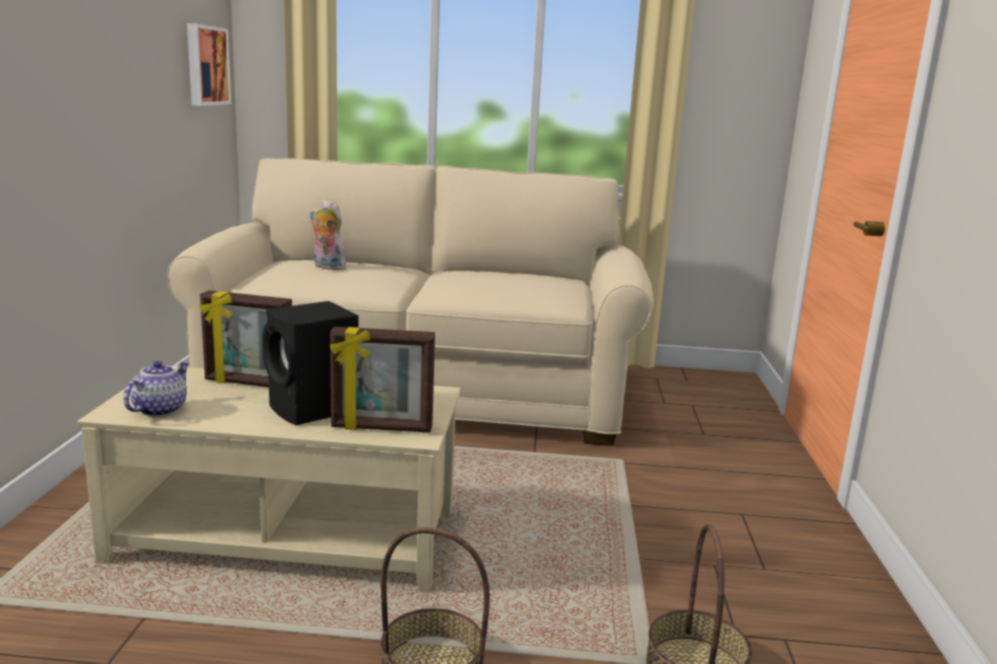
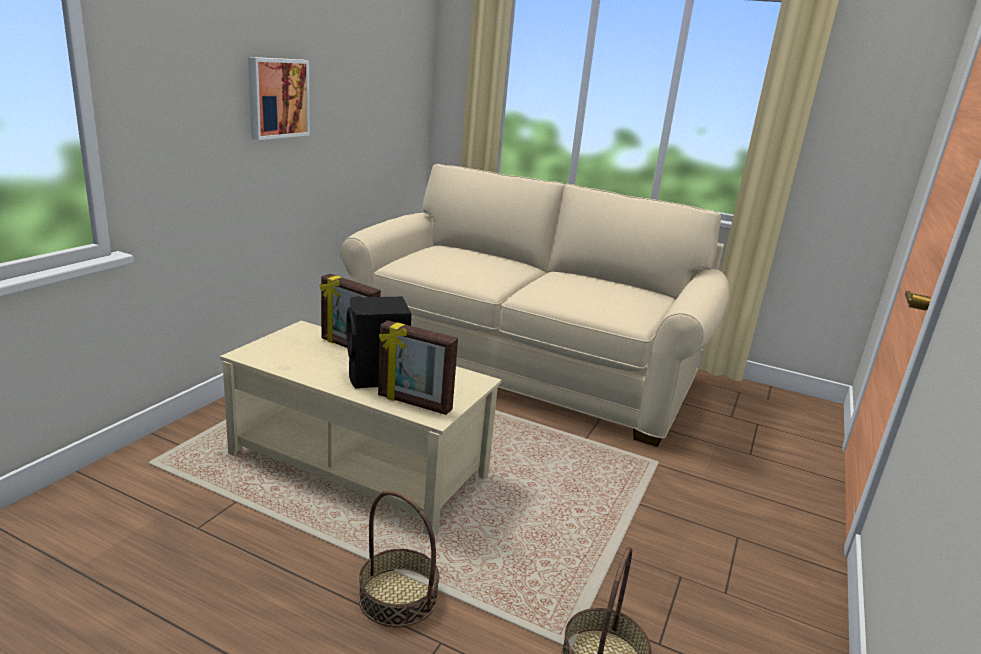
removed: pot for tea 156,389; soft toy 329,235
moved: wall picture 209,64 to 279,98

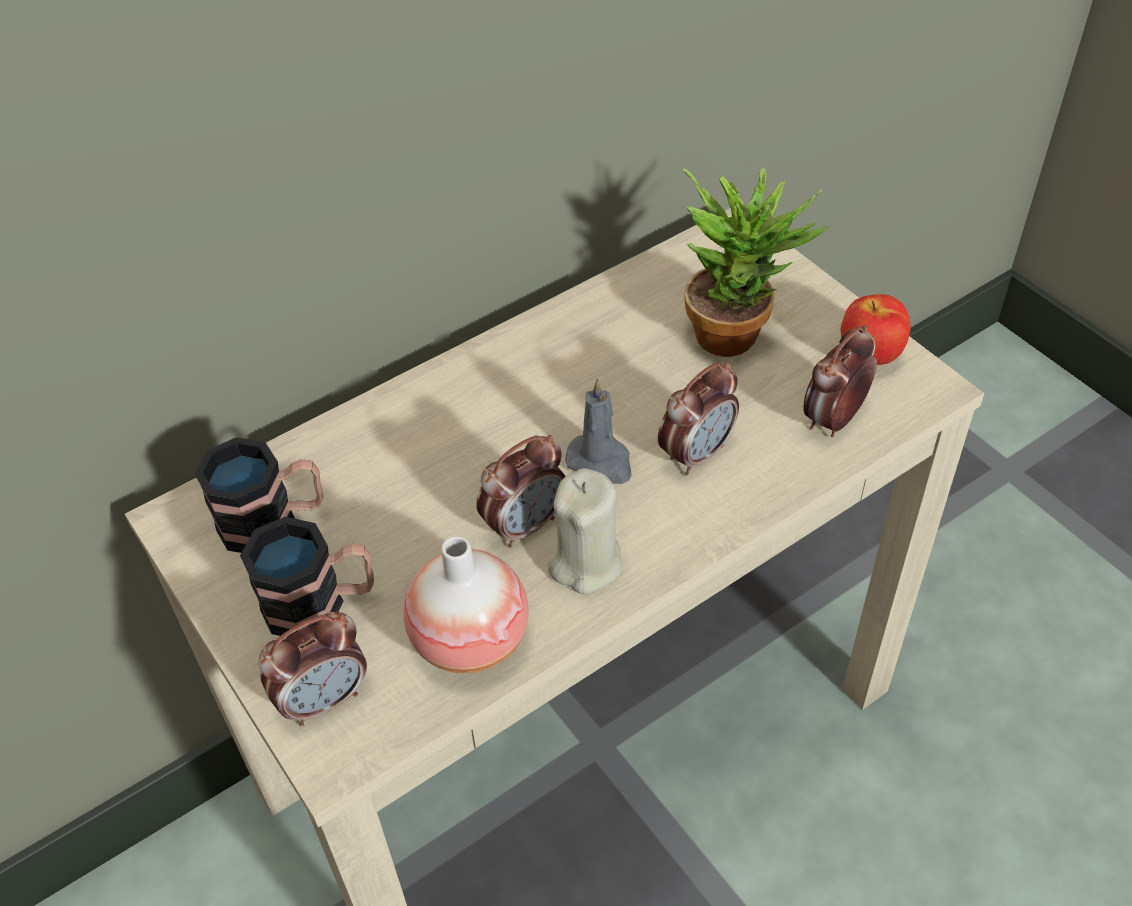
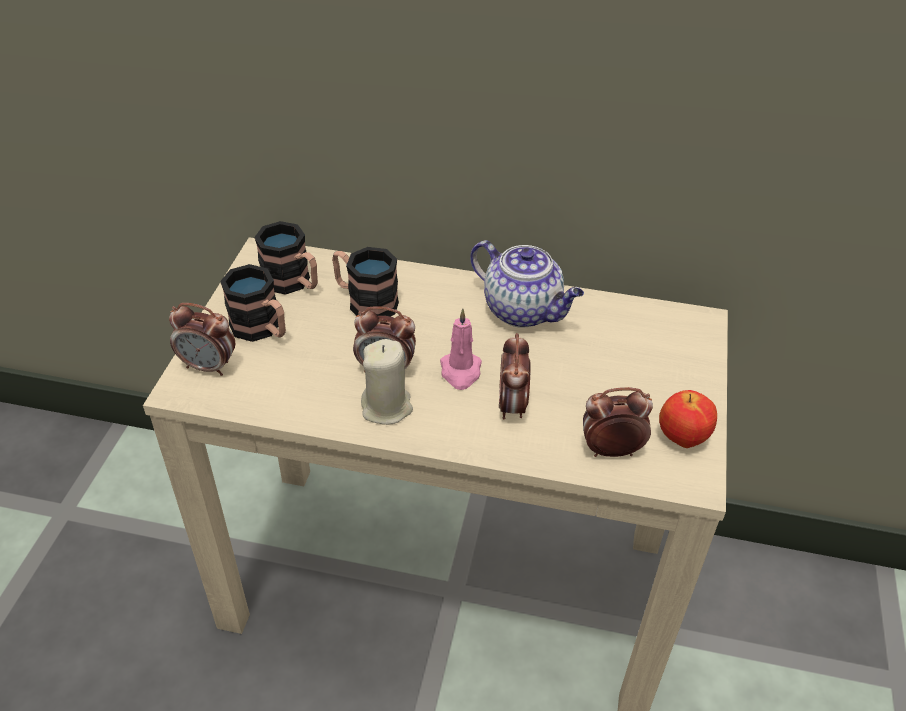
removed: decorative vase 466,604; houseplant 755,262
added: tea mug 365,282; pot for tea 527,284
recoloured: wax light/gray 598,431 to wax light/pink-coloured 461,349
turned: table clock 698,418 = 515,376 90 degrees clockwise

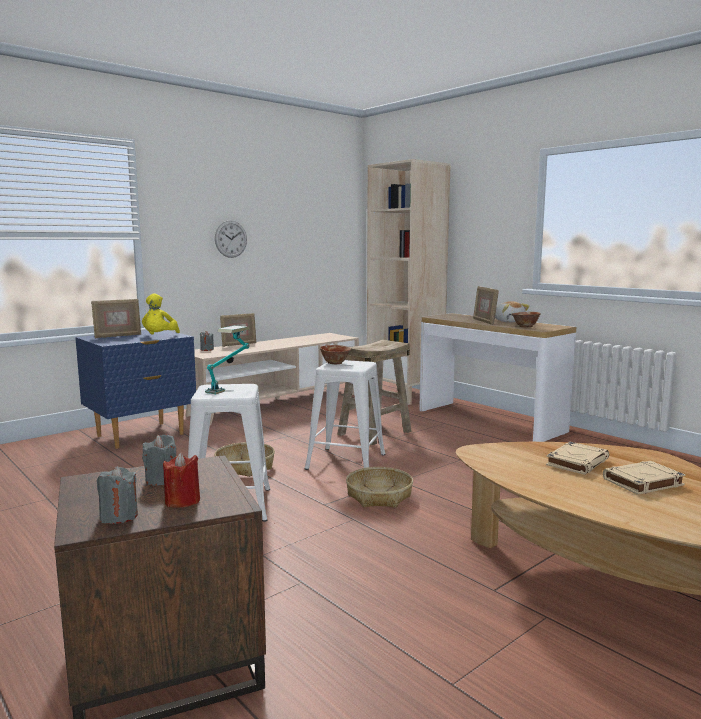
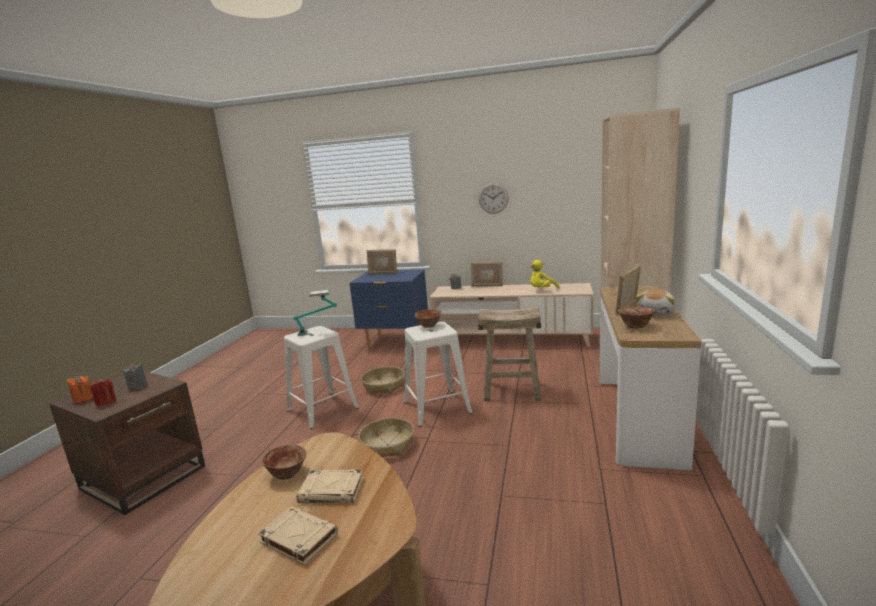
added: deep dish 284,462
moved: soft toy/yellow 161,314 to 544,274
recoloured: wax light/gray 117,495 to wax light/orange-coloured 80,389

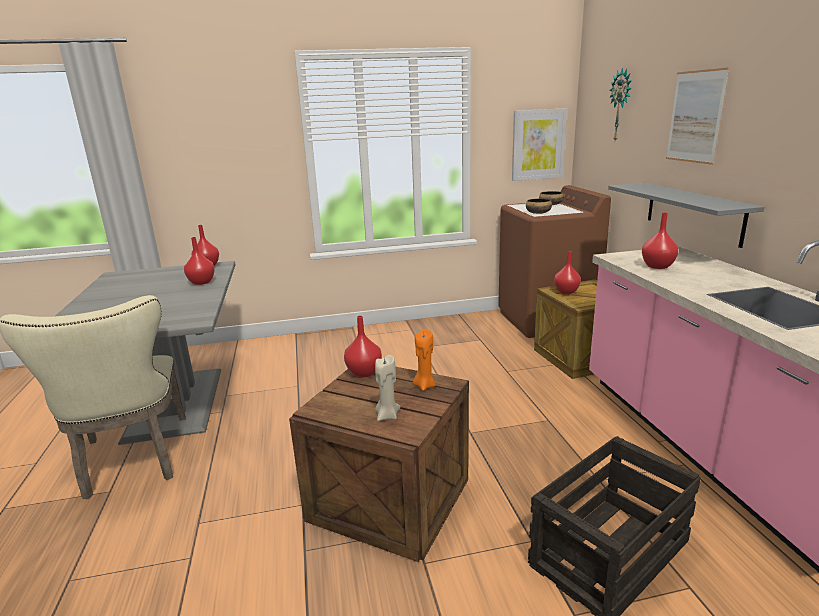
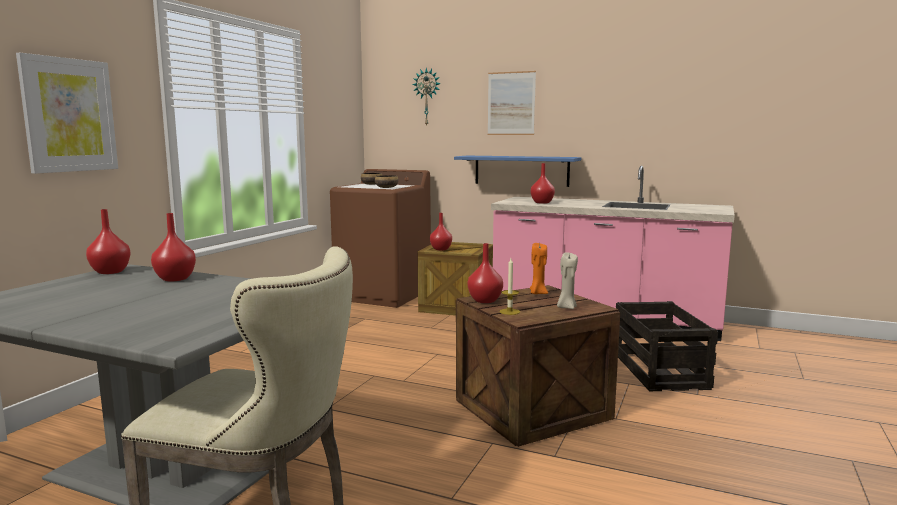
added: wax light 509,286
moved: wall picture 539,144 to 67,113
recoloured: shelf/gray 686,215 to shelf/bluish 517,171

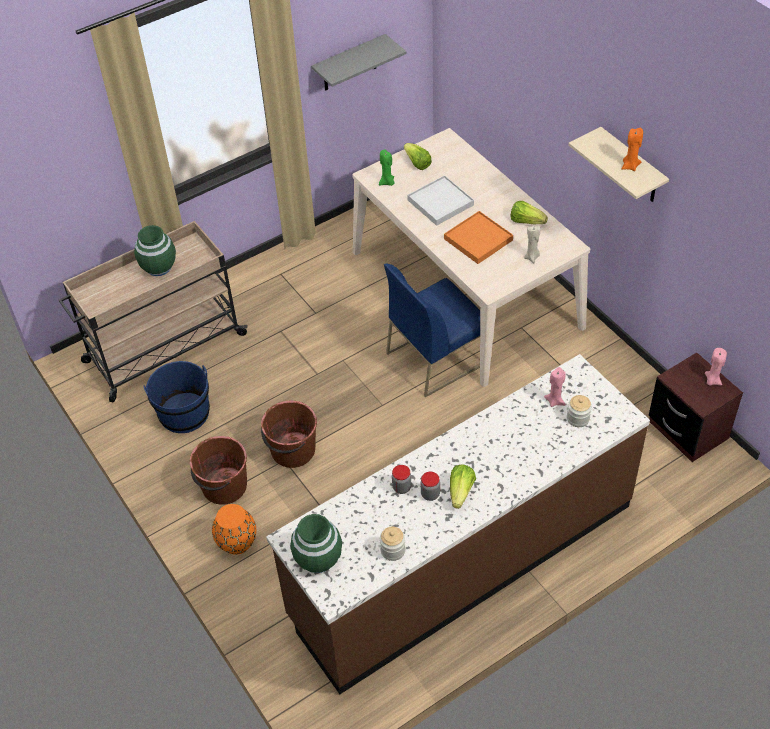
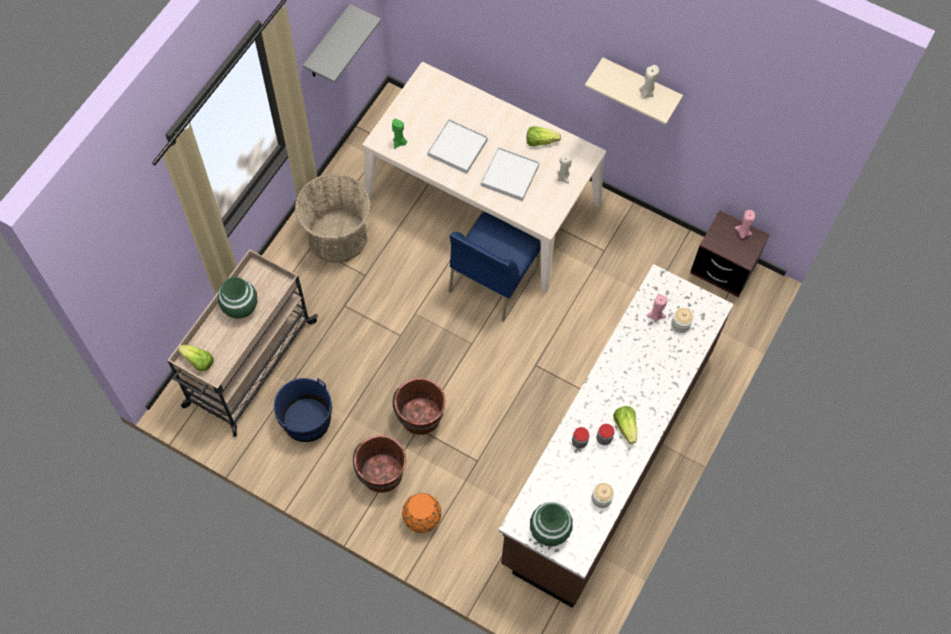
added: storage basket 333,218
moved: head of lettuce 418,156 to 196,358
recoloured: serving tray/orange-coloured 478,237 to serving tray/white 510,174; wax light/orange-coloured 632,149 to wax light/beige-coloured 649,82

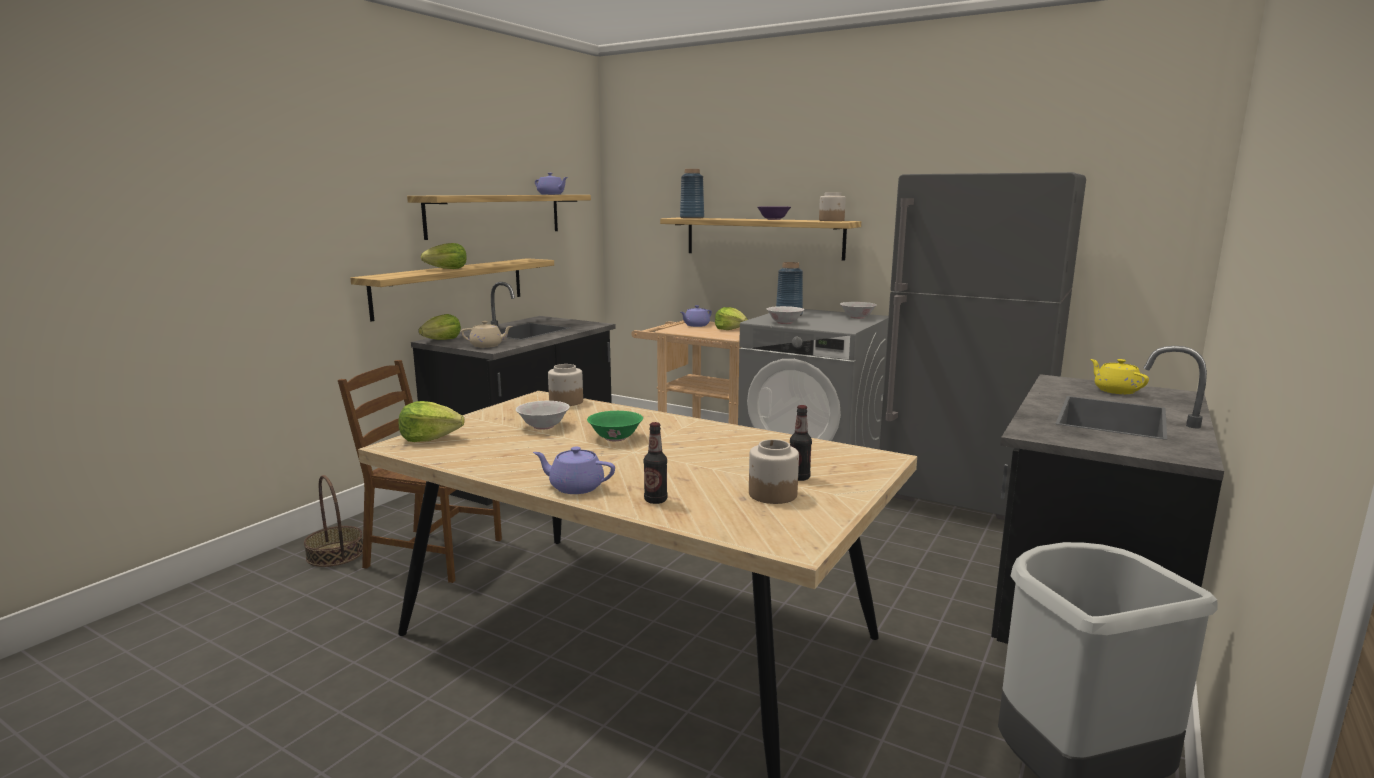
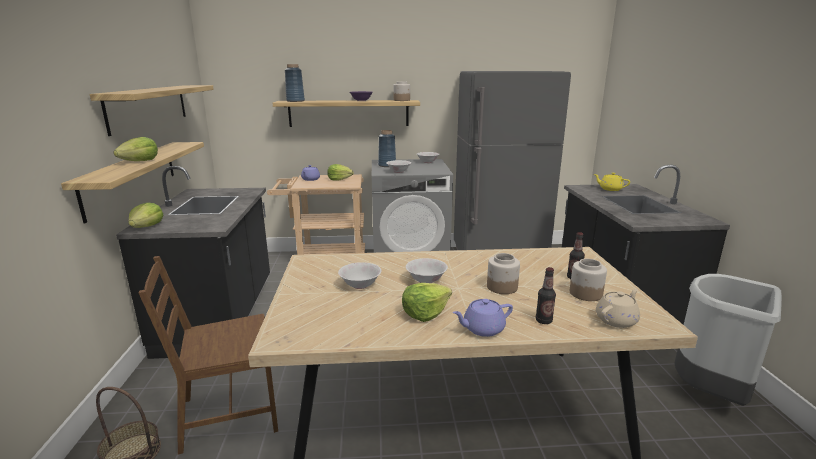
removed: pot for tea/purple 551,184
moved: head of lettuce 432,421 to 427,302; pot for tea/beige-coloured 487,334 to 618,308; jar 565,385 to 503,273
recoloured: deep dish/greenish 615,426 to deep dish/white 427,270

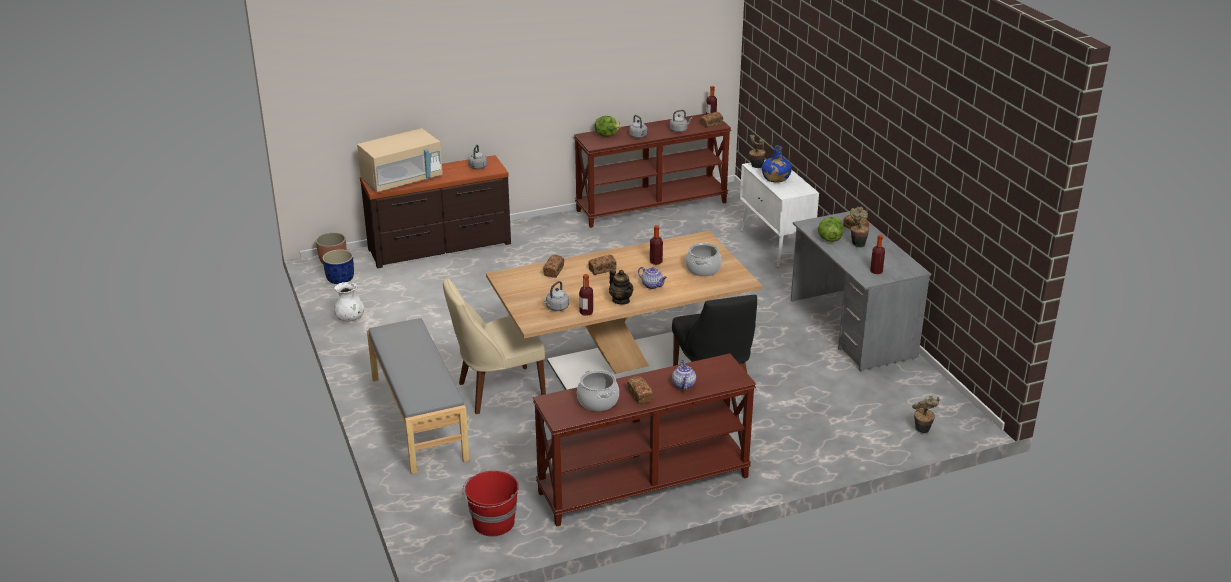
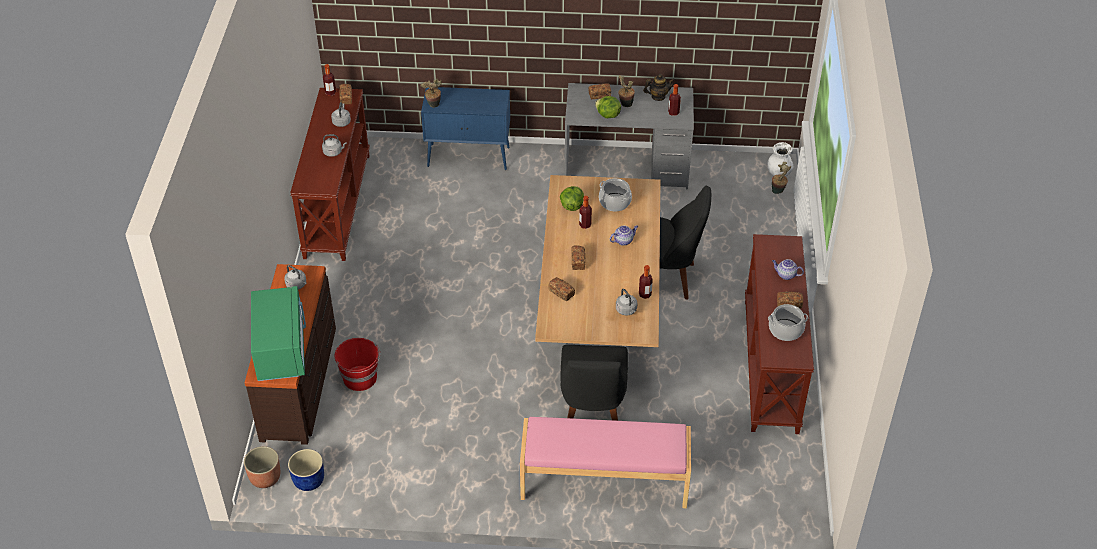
removed: beverage bottle/bluish 777,164
moved: decorative vase/white 349,302 to 780,159; bucket/reddish 490,503 to 357,364; head of lettuce 608,126 to 572,198; pot for tea 621,287 to 659,87
recoloured: microwave/beige-coloured 400,160 to microwave/greenish 278,333; bench/gray 418,396 to bench/pink-coloured 605,462; upright chair/beige-coloured 494,346 to upright chair/black-coloured 594,383; cabinet/white 779,213 to cabinet/bluish 465,128

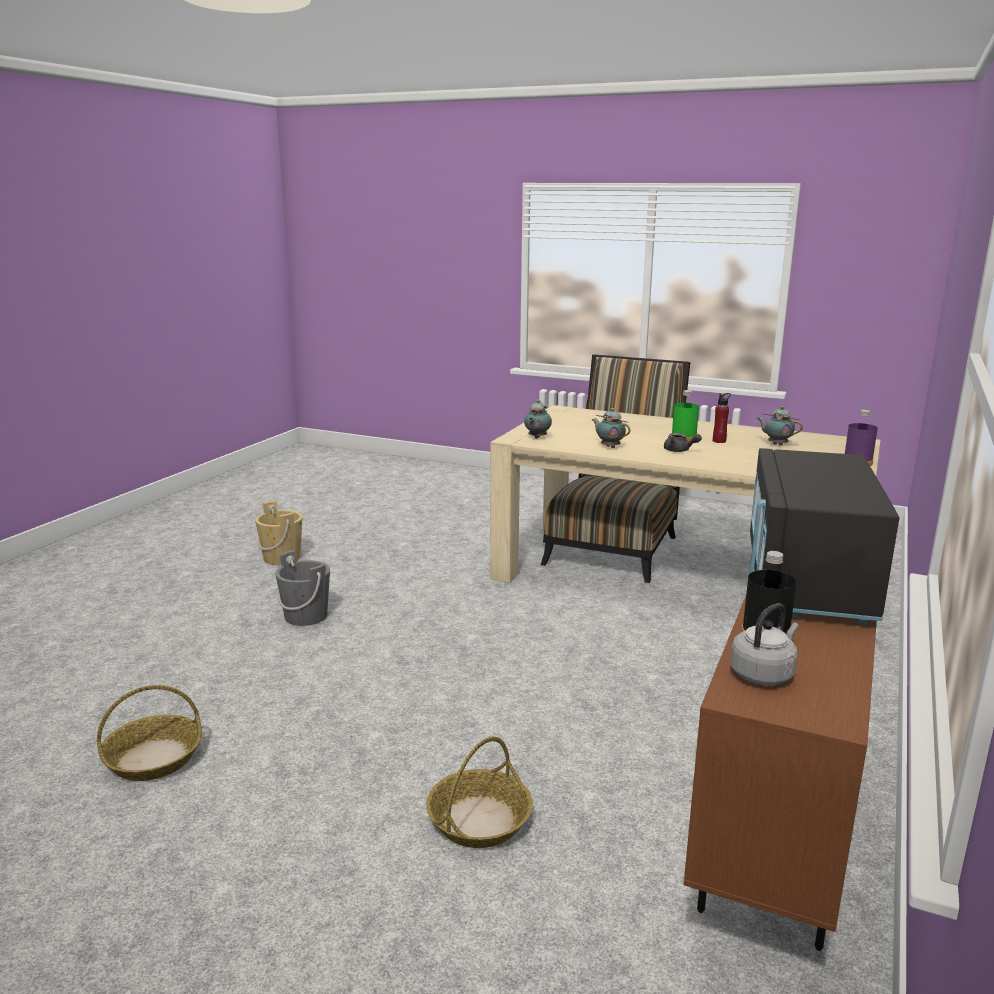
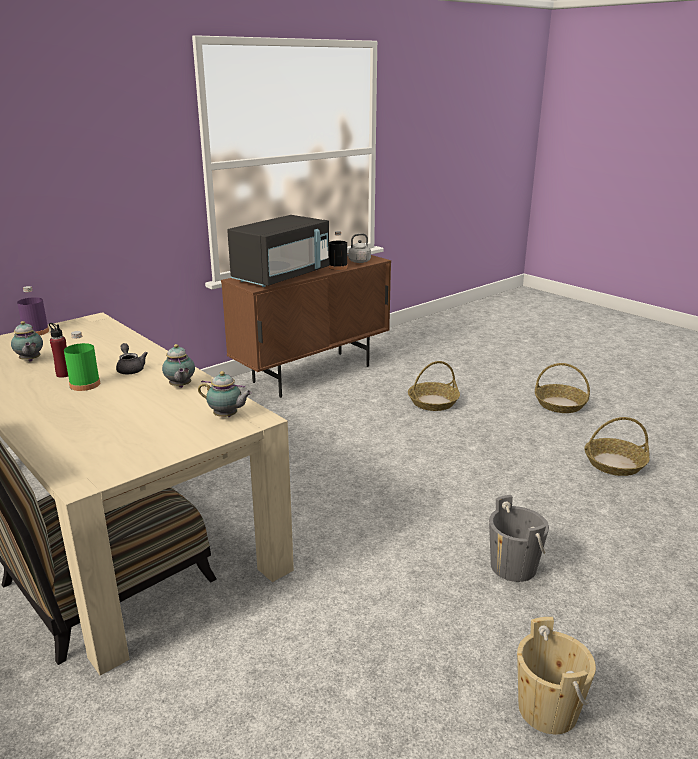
added: storage basket 562,388
turned: pot for tea 538,419 = 225,394 60 degrees clockwise

